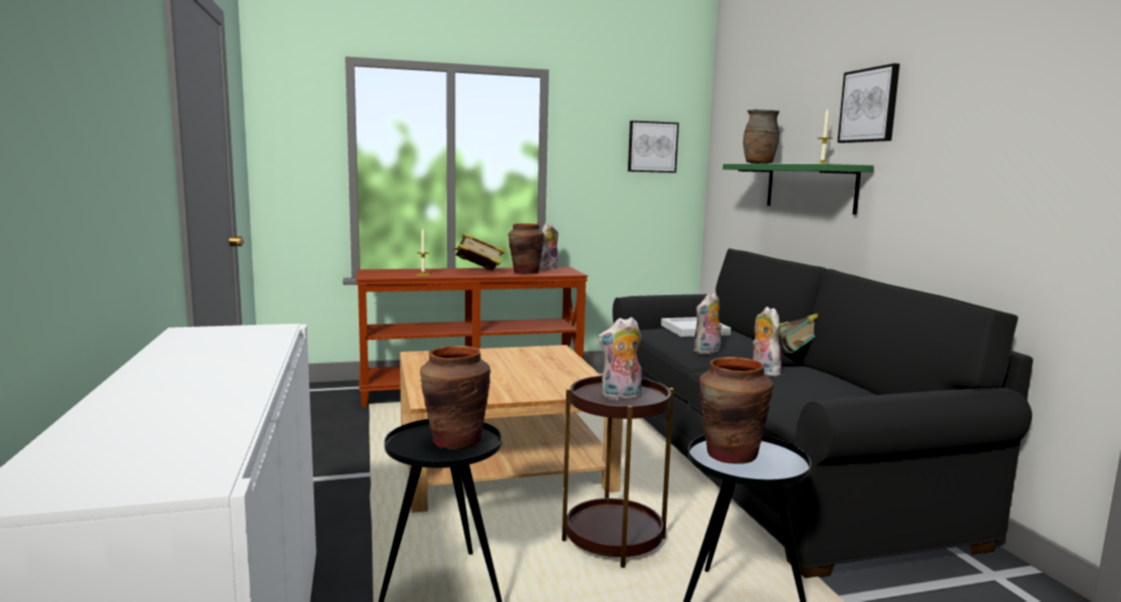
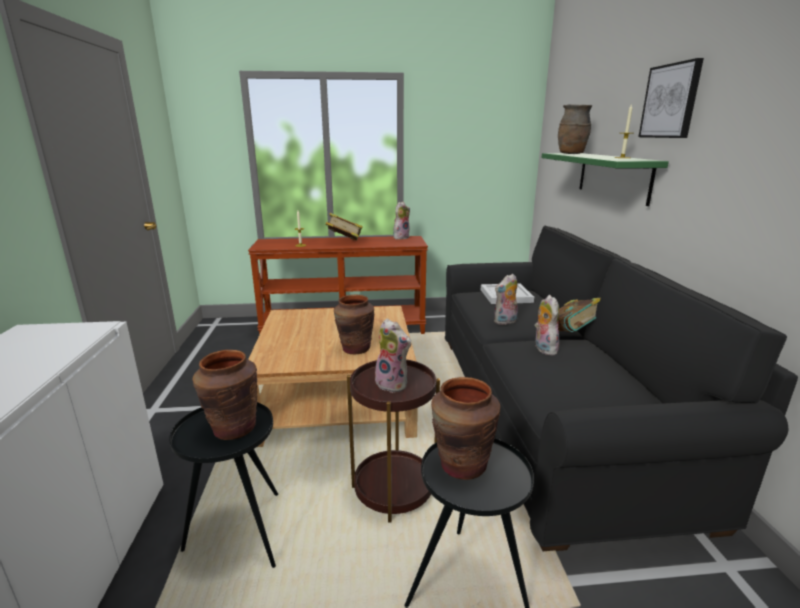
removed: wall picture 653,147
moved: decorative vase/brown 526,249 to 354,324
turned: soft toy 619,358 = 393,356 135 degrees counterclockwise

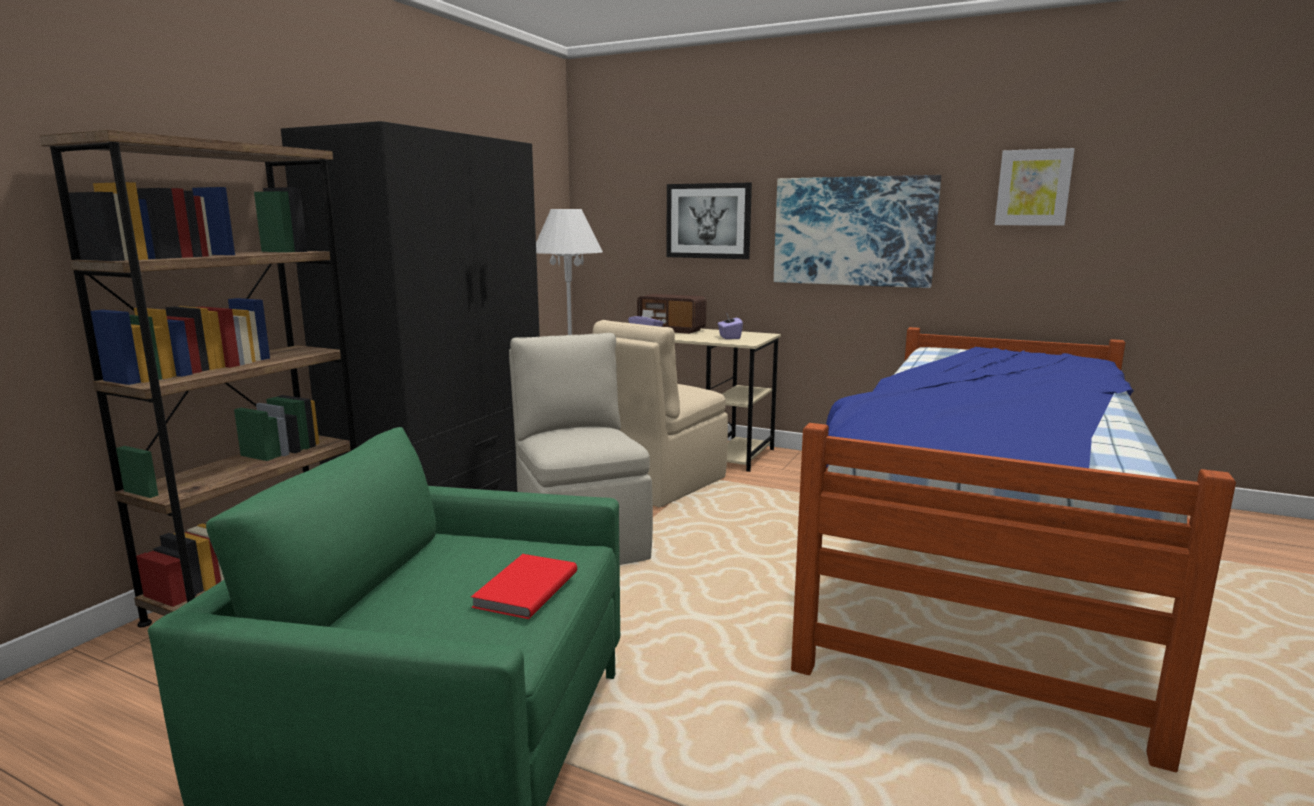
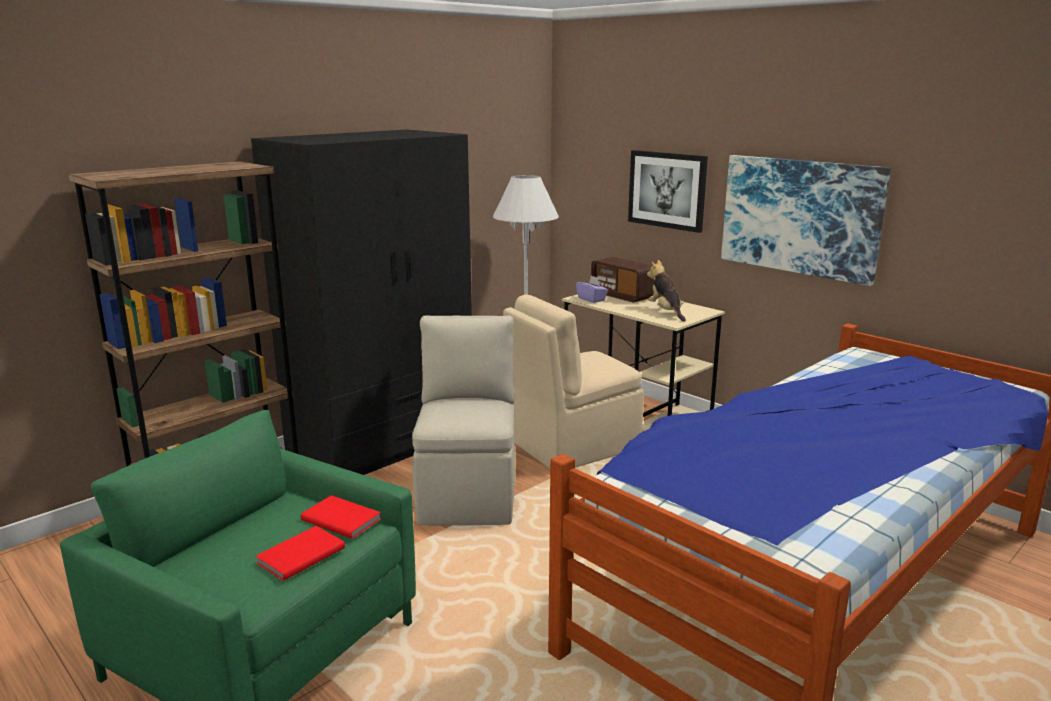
removed: wall picture 1035,187
added: bound book/reddish 341,517
replaced: box of tissues/purple 730,326 to soft toy 666,291

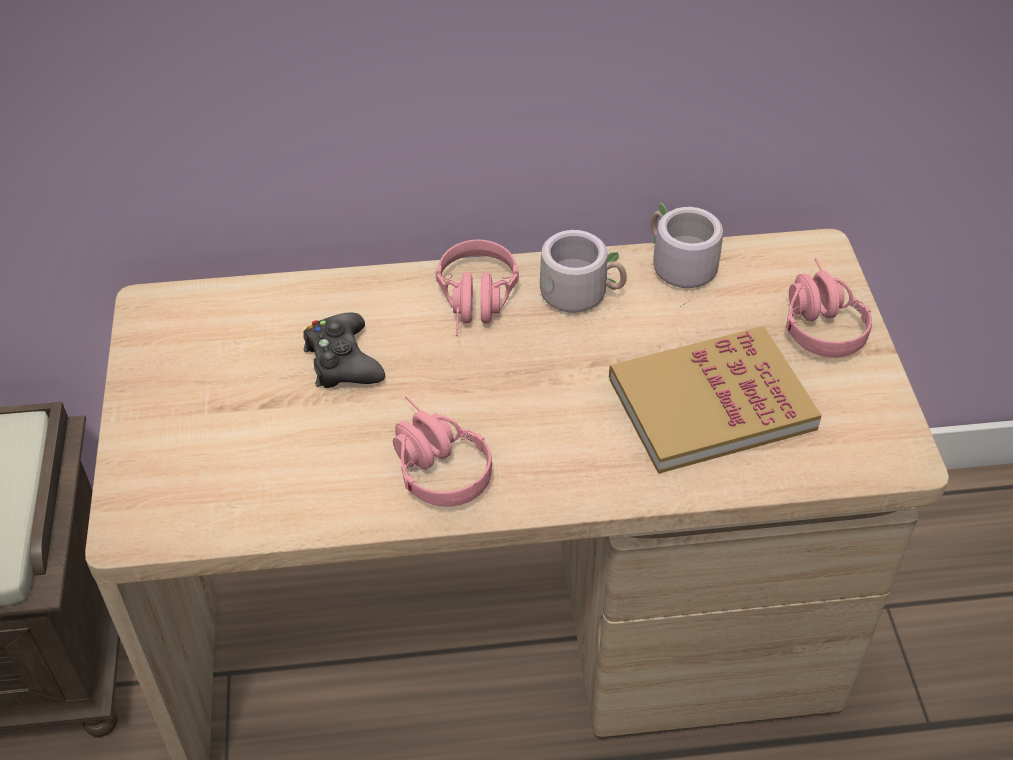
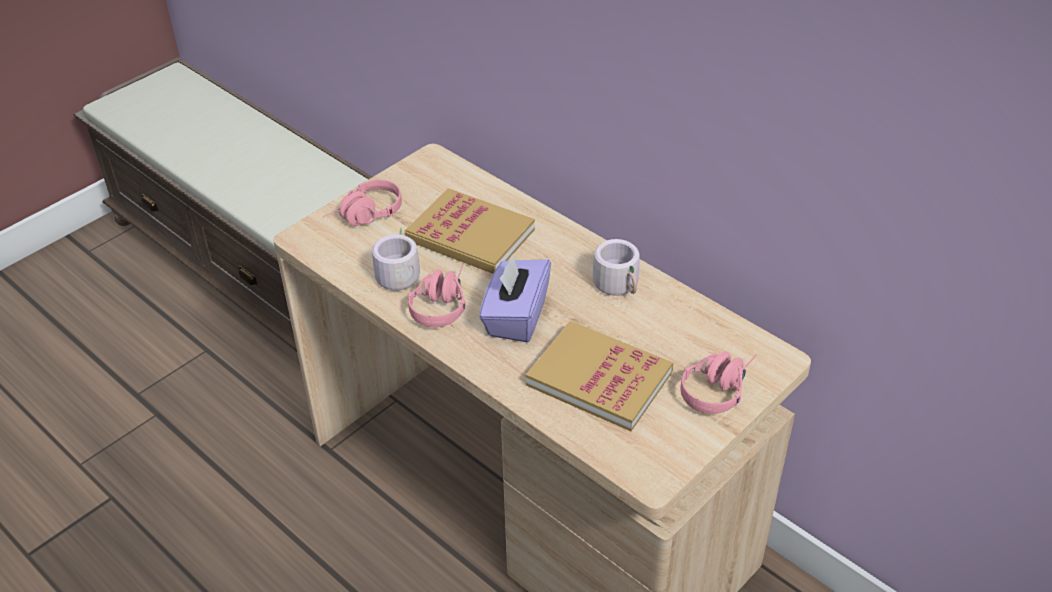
added: box of tissues/purple 515,298
moved: headset/pink-coloured 477,288 to 362,203; tea mug/gray 687,255 to 392,259
replaced: game controller/black-coloured 344,350 to bound book 470,231

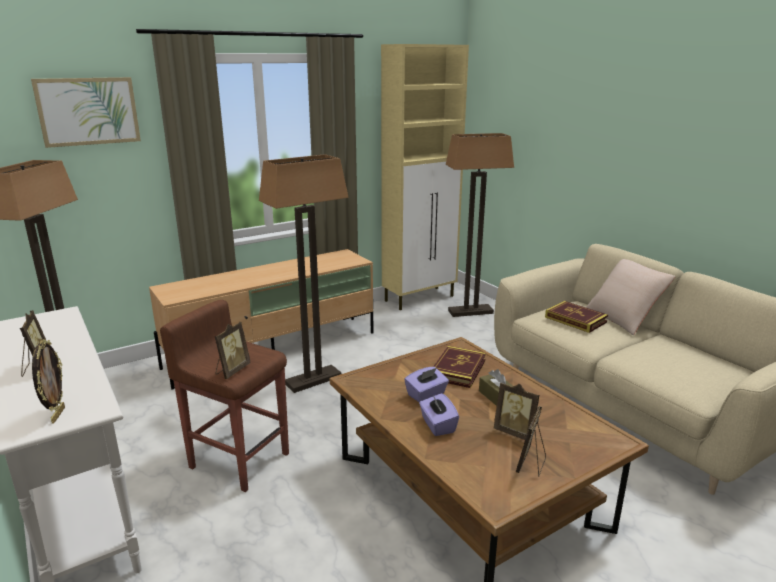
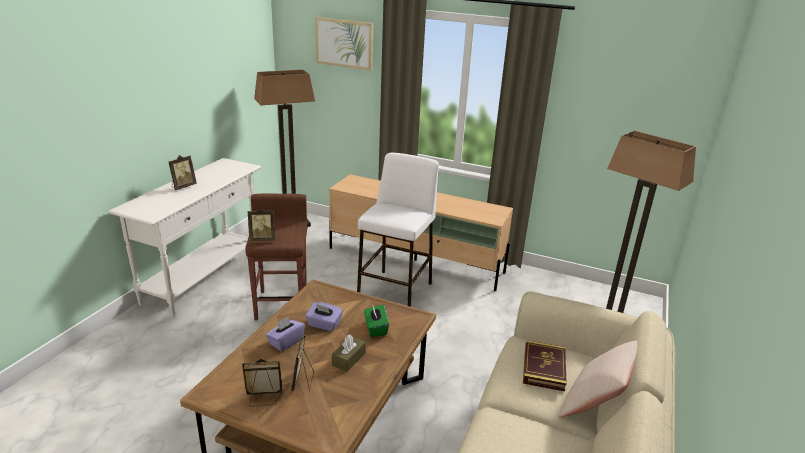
removed: picture frame 48,381; cabinet/beige-coloured 425,177
replaced: floor lamp 304,273 to stool/white 398,230; bound book 459,367 to box of tissues/greenish 376,320

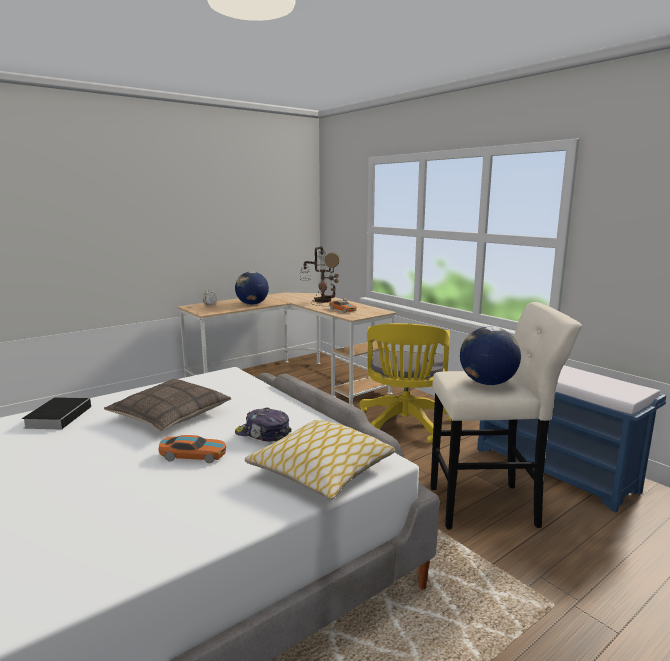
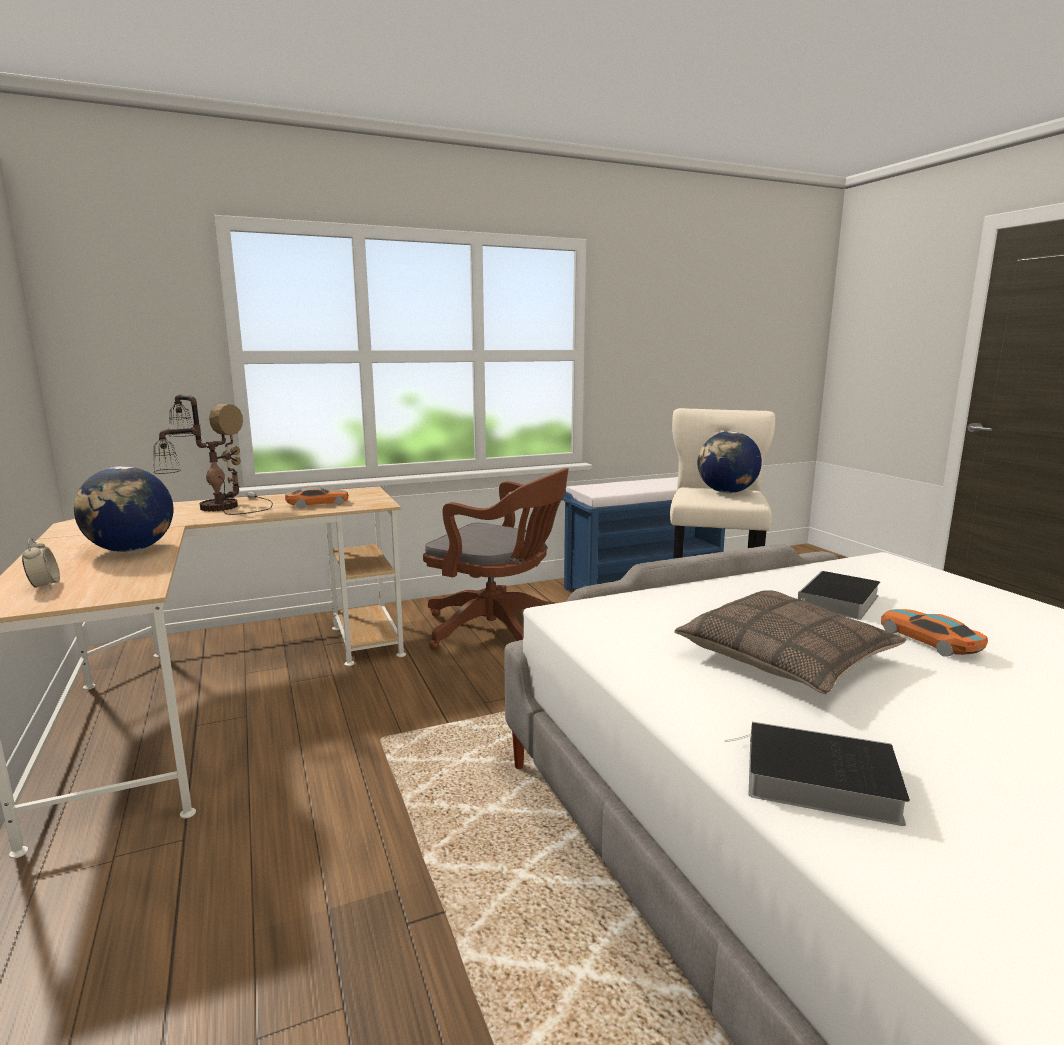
removed: pillow 320,460
replaced: cap 263,424 to bound book 839,595
recoloured: computer chair/yellow 405,383 to computer chair/brown 496,559
turned: miniature car 192,449 = 934,633 45 degrees counterclockwise

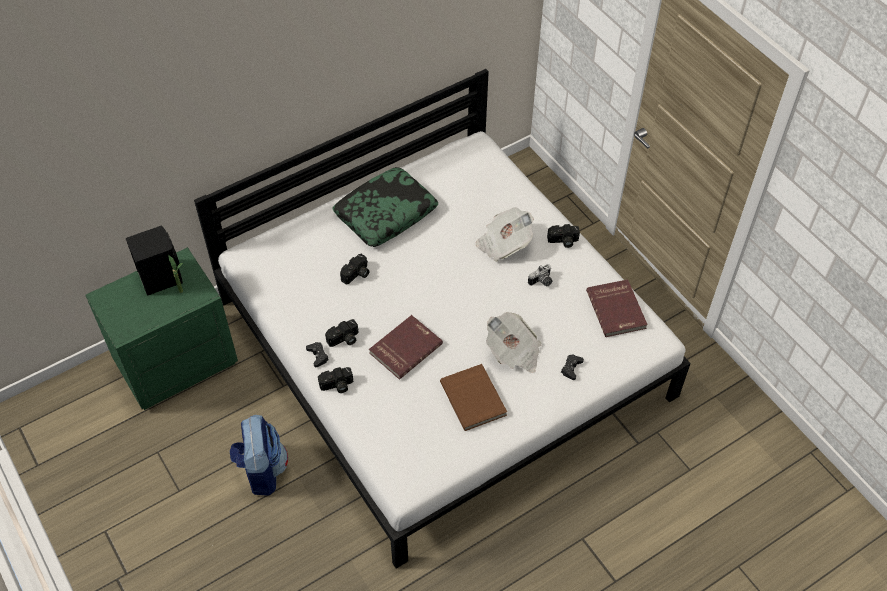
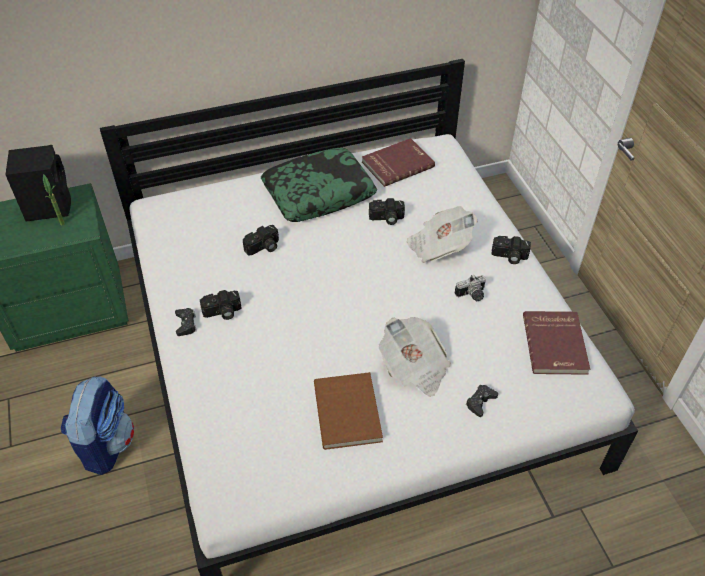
moved: photo camera 335,380 to 387,211; bound book/reddish 406,347 to 398,162

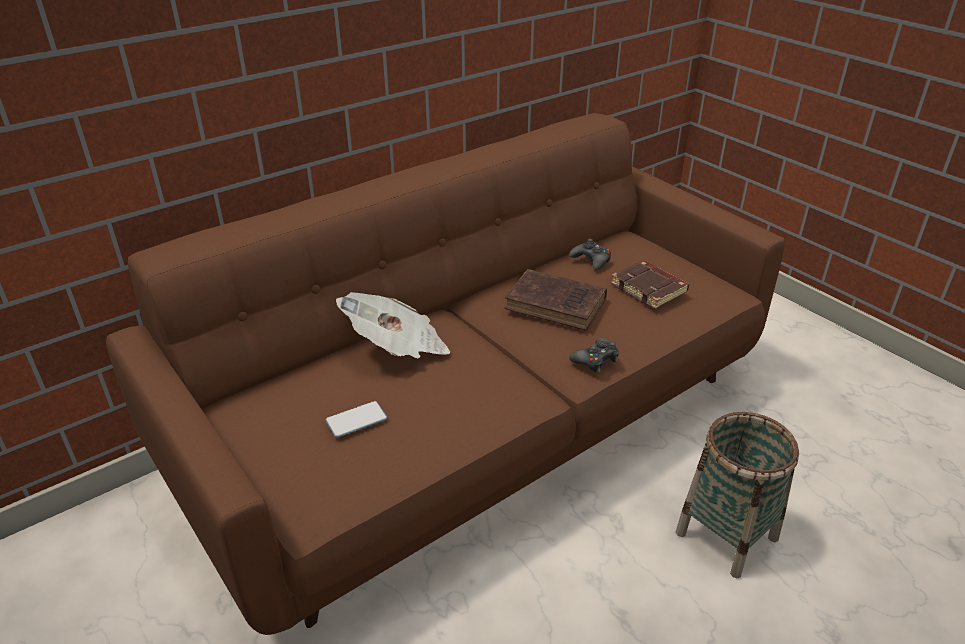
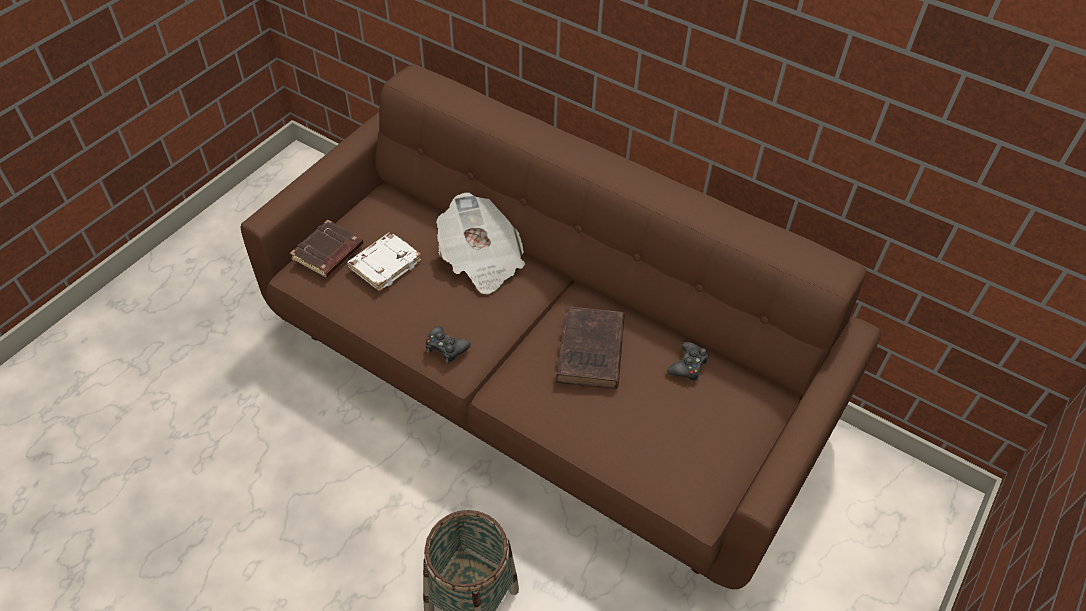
moved: game controller/black-coloured 594,355 to 448,344; bound book/brown 650,284 to 326,249
replaced: phone 356,419 to bound book/white 384,262

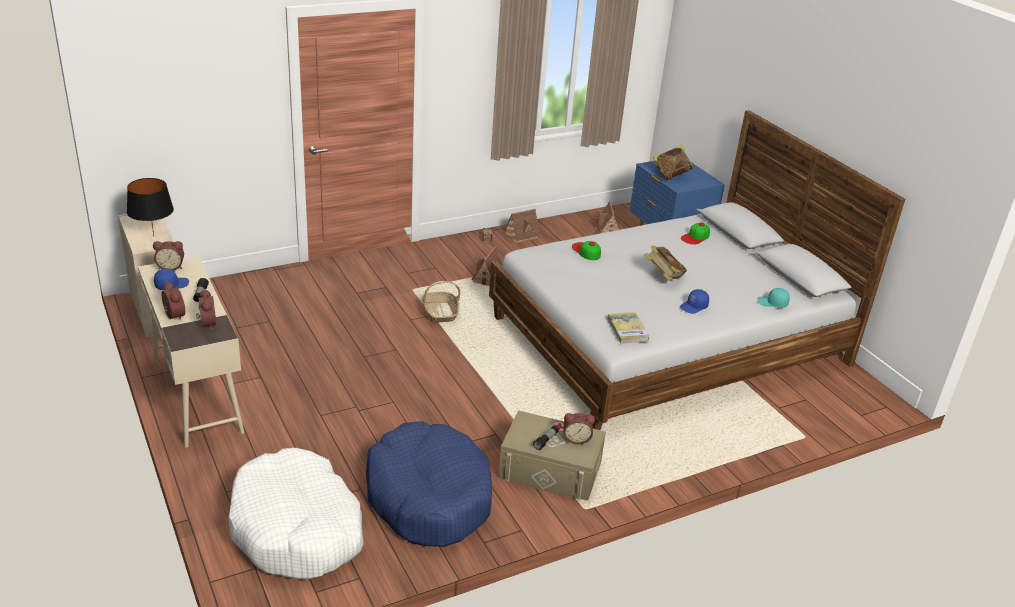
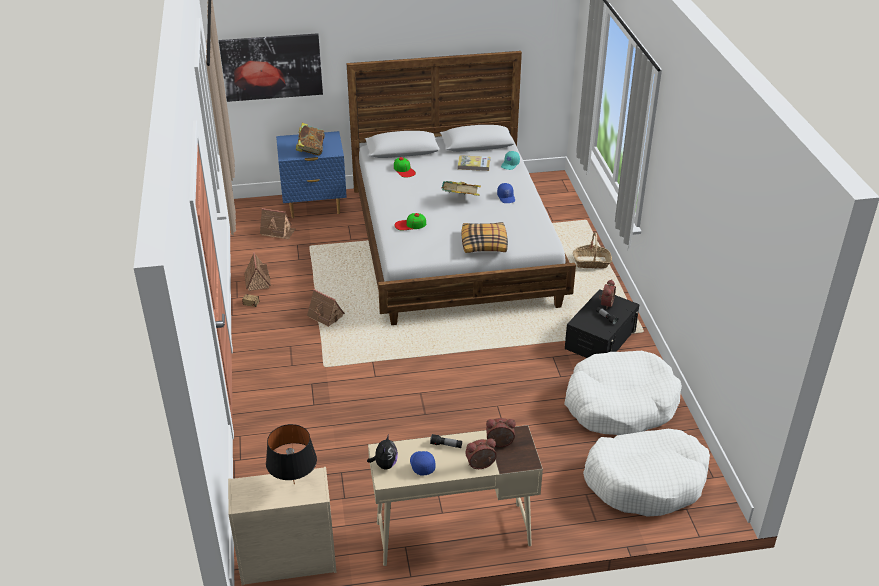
added: wall picture 271,67; pillow 485,237
moved: storage basket 441,302 to 592,251; bound book 628,328 to 474,163
replaced: table clock 168,256 to soft toy 382,451
recoloured: dog cushion/bluish 429,484 to dog cushion/white 623,393; storage container/beige-coloured 552,455 to storage container/black-coloured 602,323

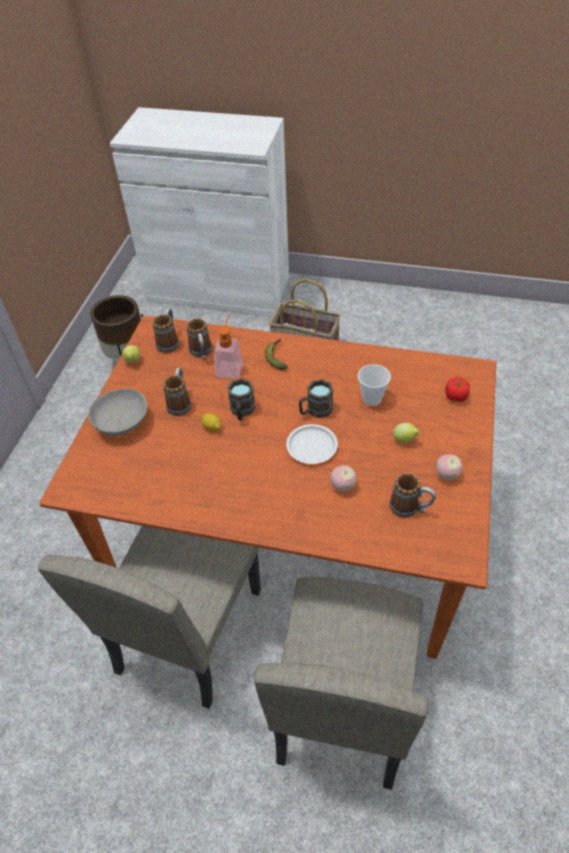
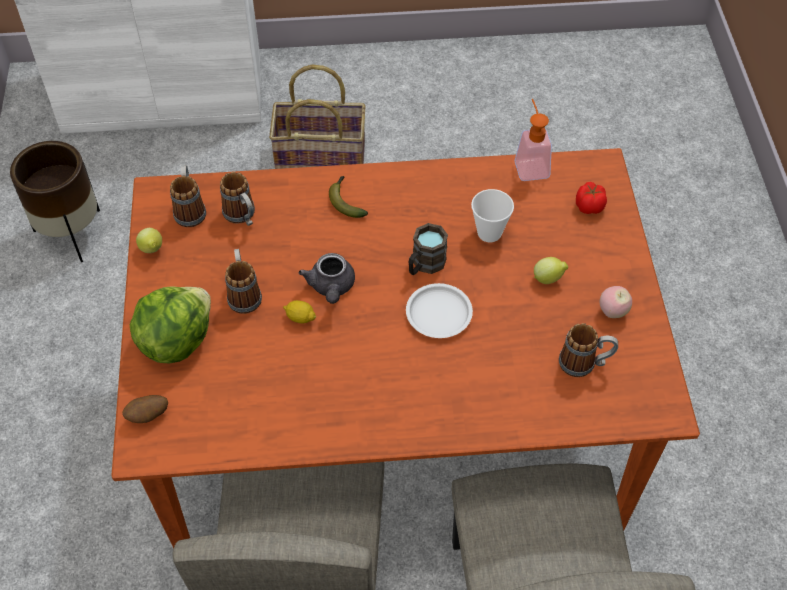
removed: apple 343,478
added: whole potato 145,409
moved: soap bottle 229,346 to 533,140
replaced: deep dish/gray 117,412 to head of lettuce 170,325; tea mug/brown 241,399 to pot for tea/gray 327,278

